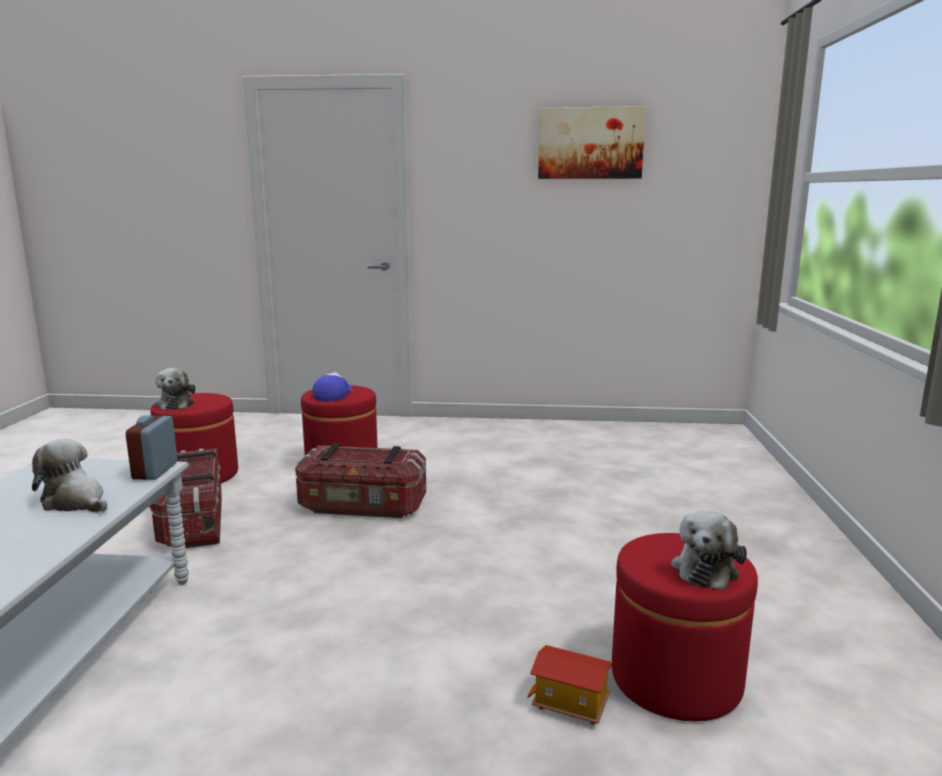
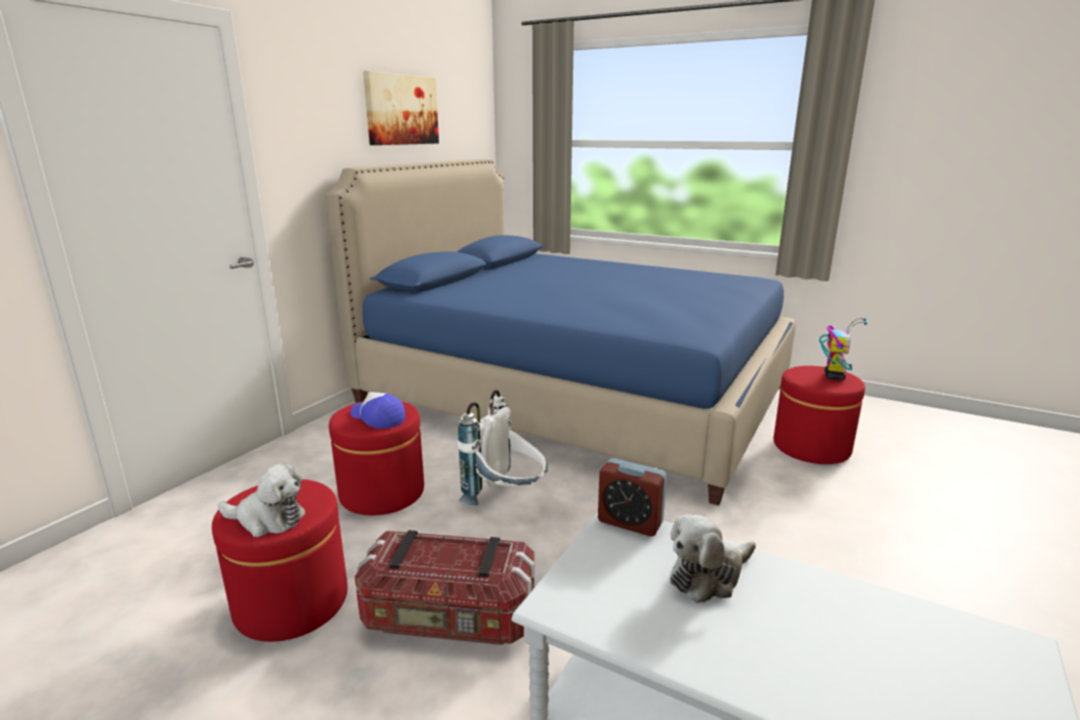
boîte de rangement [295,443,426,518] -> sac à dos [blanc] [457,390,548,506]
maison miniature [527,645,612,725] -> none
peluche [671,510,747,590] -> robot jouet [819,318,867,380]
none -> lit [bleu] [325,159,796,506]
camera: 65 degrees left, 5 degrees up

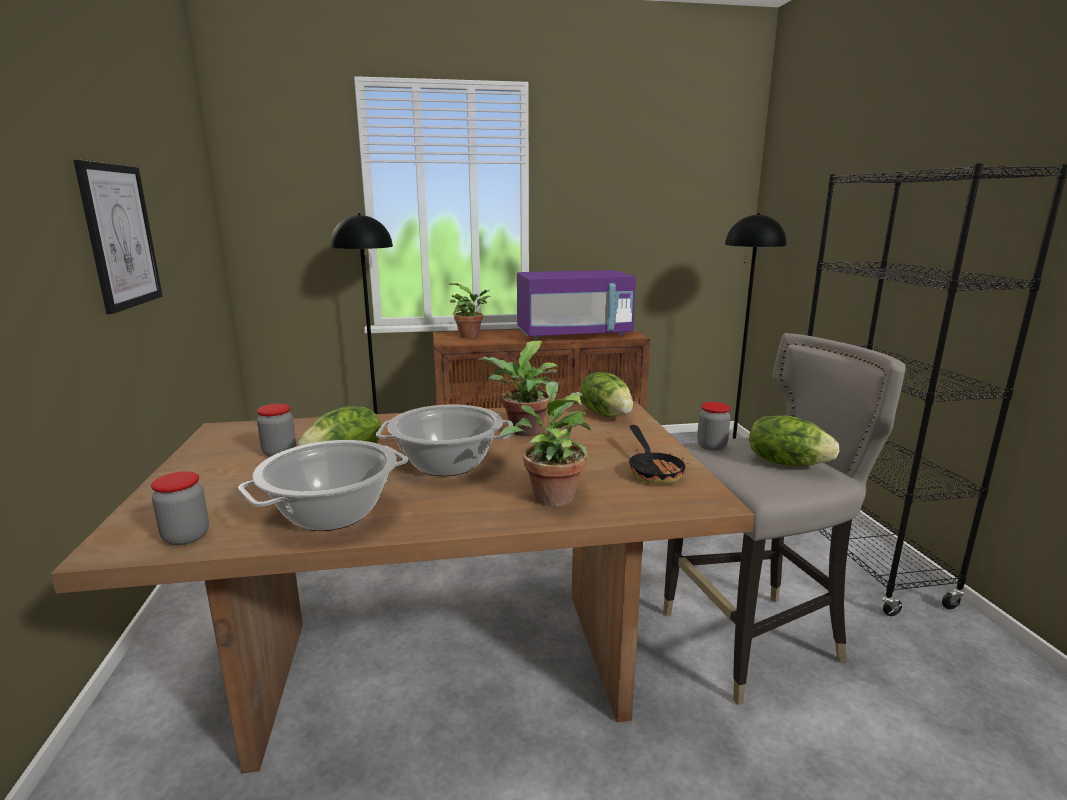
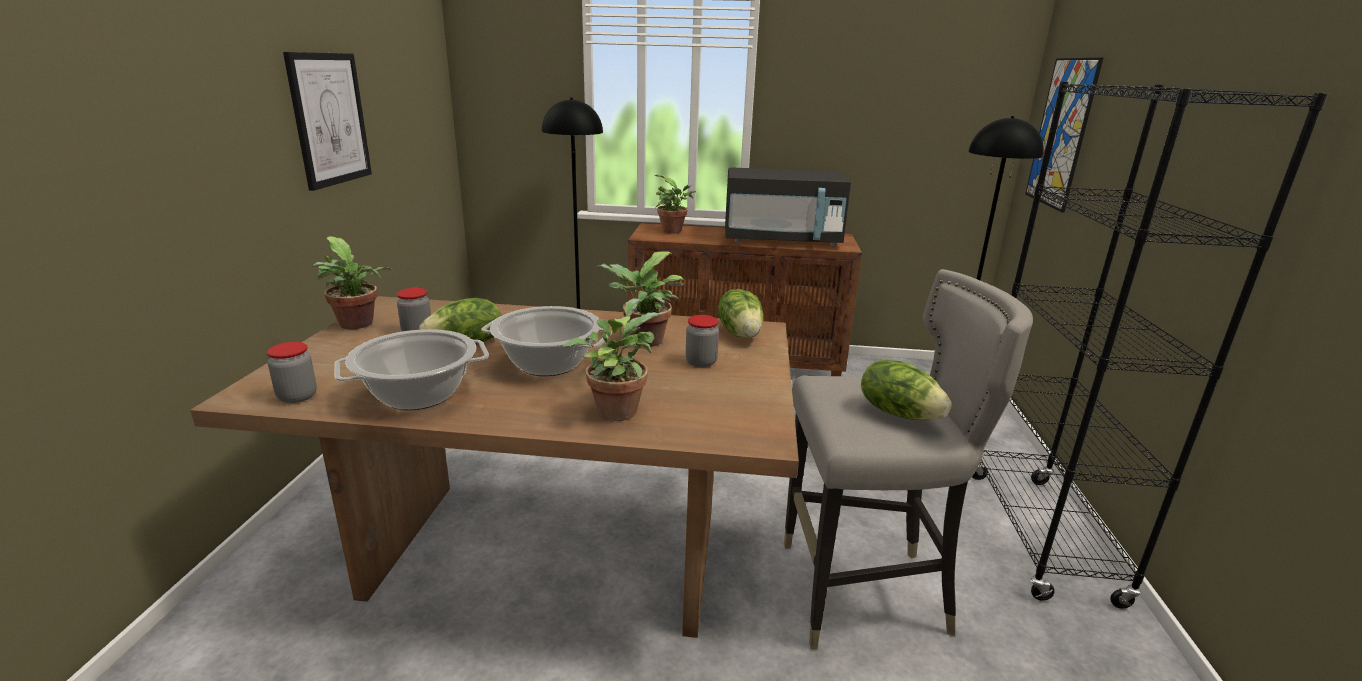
micro-ondes [violet] [517,270,636,340] -> micro-ondes [noir] [725,167,851,246]
poêle [627,425,689,484] -> none
bocal [697,402,731,451] -> bocal [686,315,719,368], moved
none -> plante en pot [313,236,393,329]
none -> tableau [1025,58,1103,212]
camera: 15 degrees right, 5 degrees up

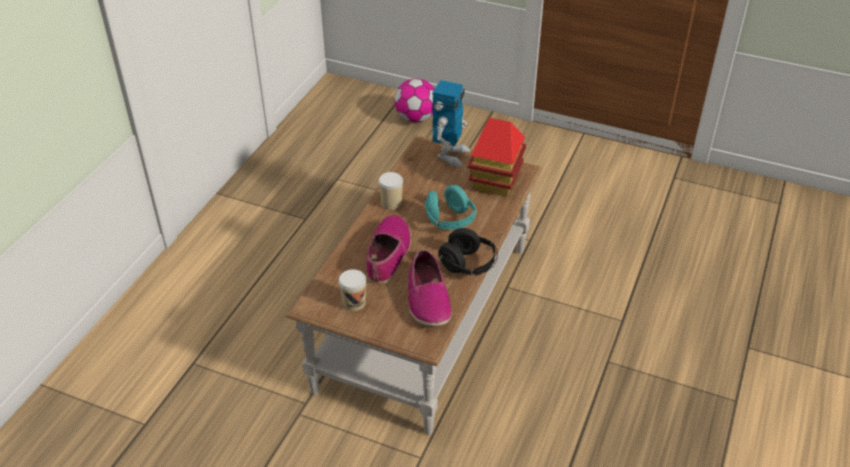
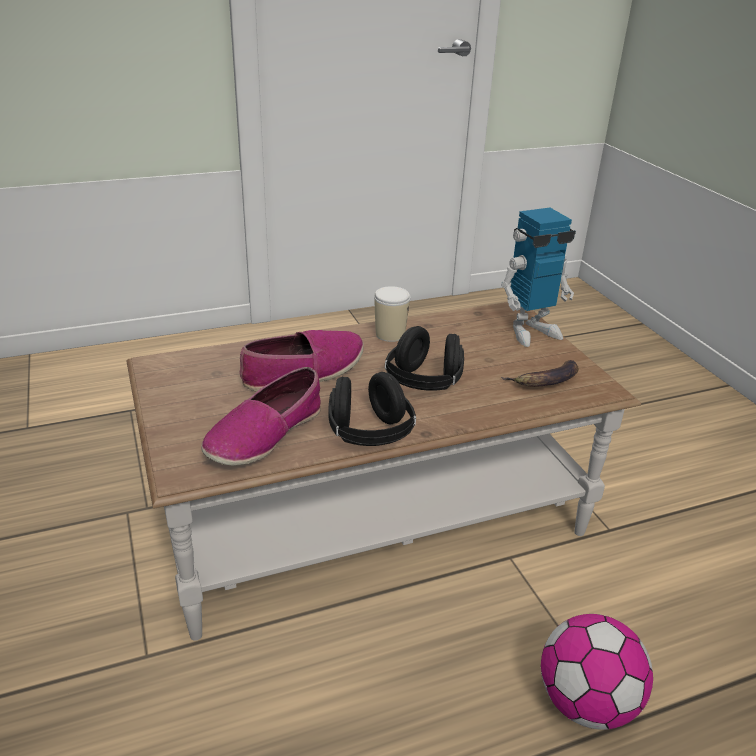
tasse [339,269,366,311] -> none
ballon de foot [394,79,434,122] -> ballon de foot [541,614,653,730], moved
casque audio [turquoise] [425,185,477,230] -> casque audio [noir] [385,326,464,391]
maison miniature [468,118,526,197] -> banane [501,360,579,387]
camera: 45 degrees right, 10 degrees down

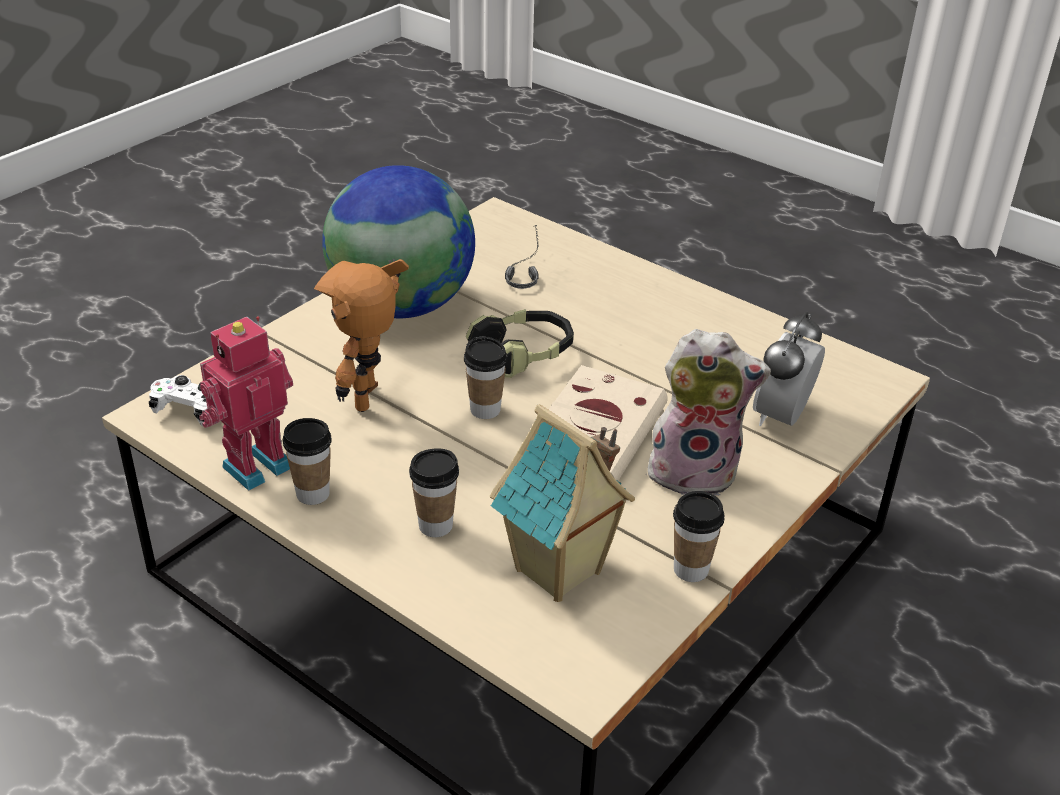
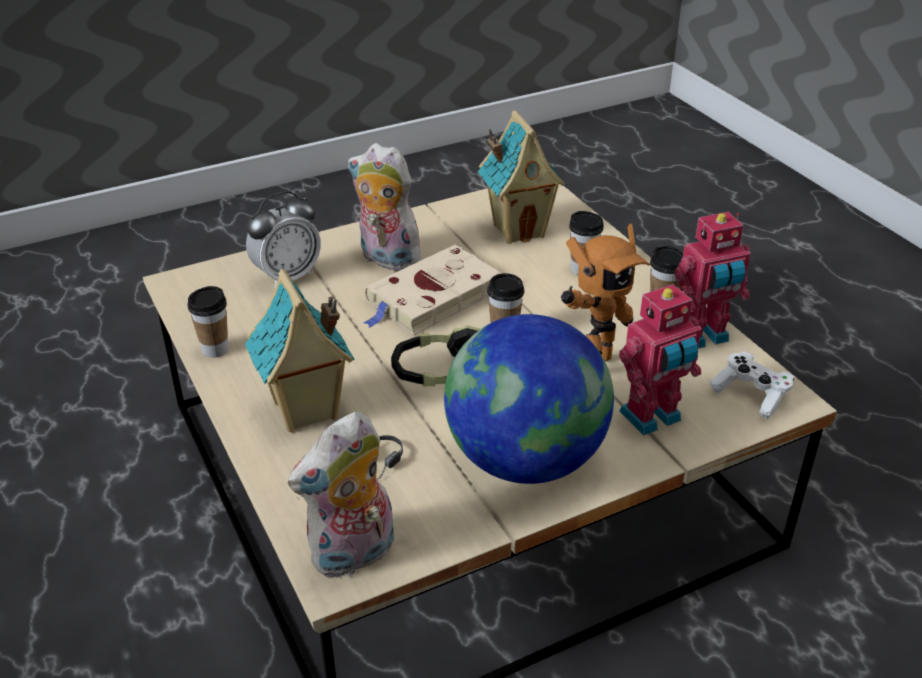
tasse [673,491,724,582] -> tasse [187,286,228,358], moved
none -> maison miniature [245,269,354,433]
none -> peluche [288,412,394,577]
none -> robot jouet [619,284,701,435]
camera: 155 degrees left, 0 degrees up

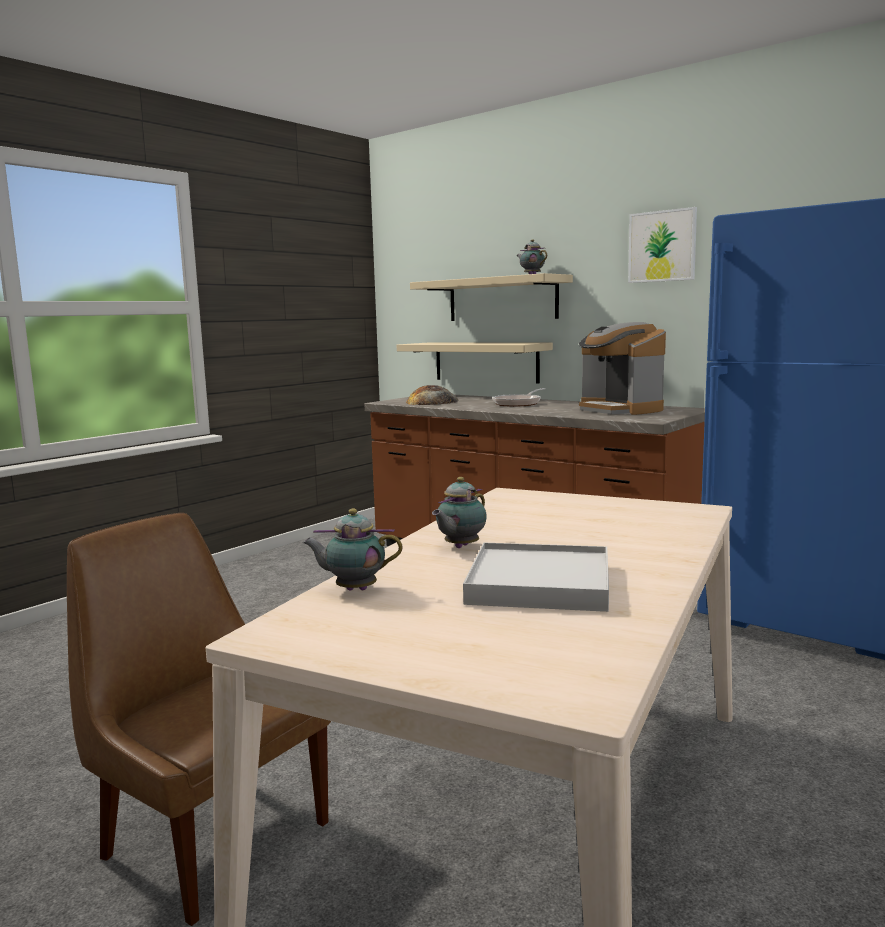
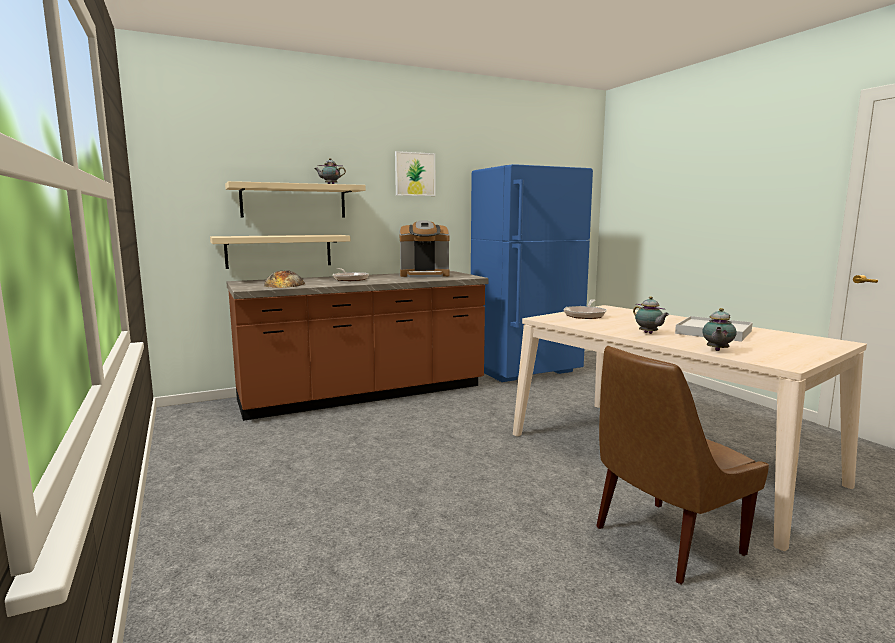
none -> poêle [563,299,607,319]
camera: 65 degrees left, 0 degrees up

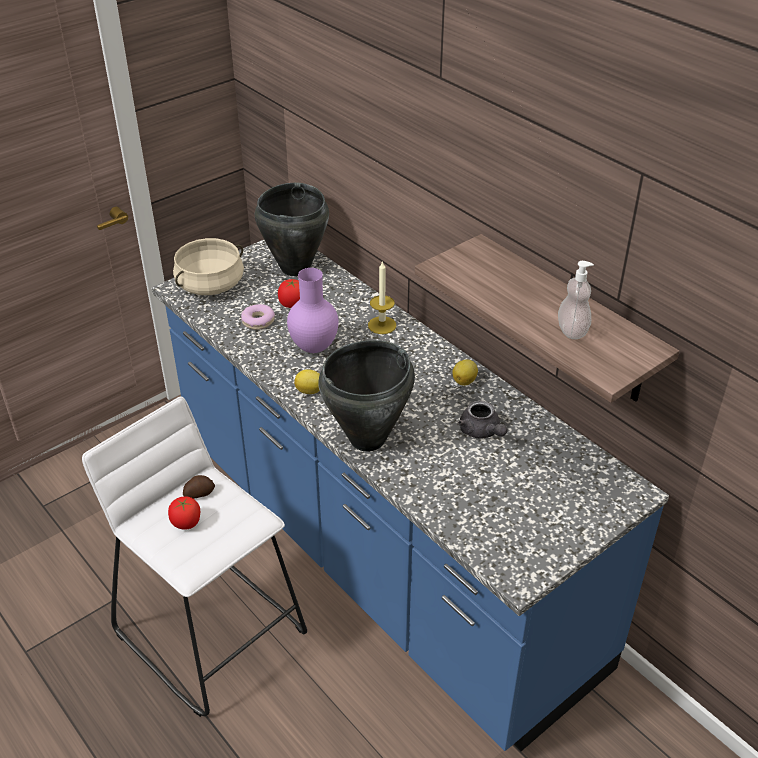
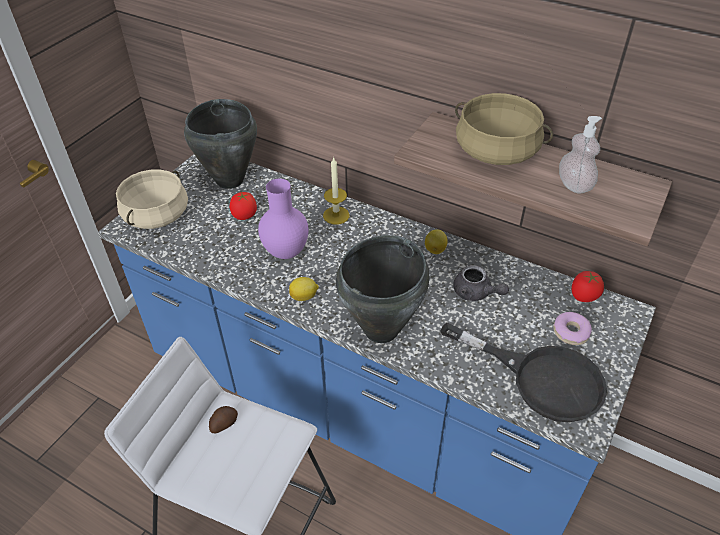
tomate [168,497,200,530] -> tomate [571,271,604,302], moved
beignet [241,304,275,330] -> beignet [553,312,592,345], moved
none -> poêle [noir] [440,322,607,422]
none -> marmite [beige] [455,93,553,165]
camera: 20 degrees left, 5 degrees up

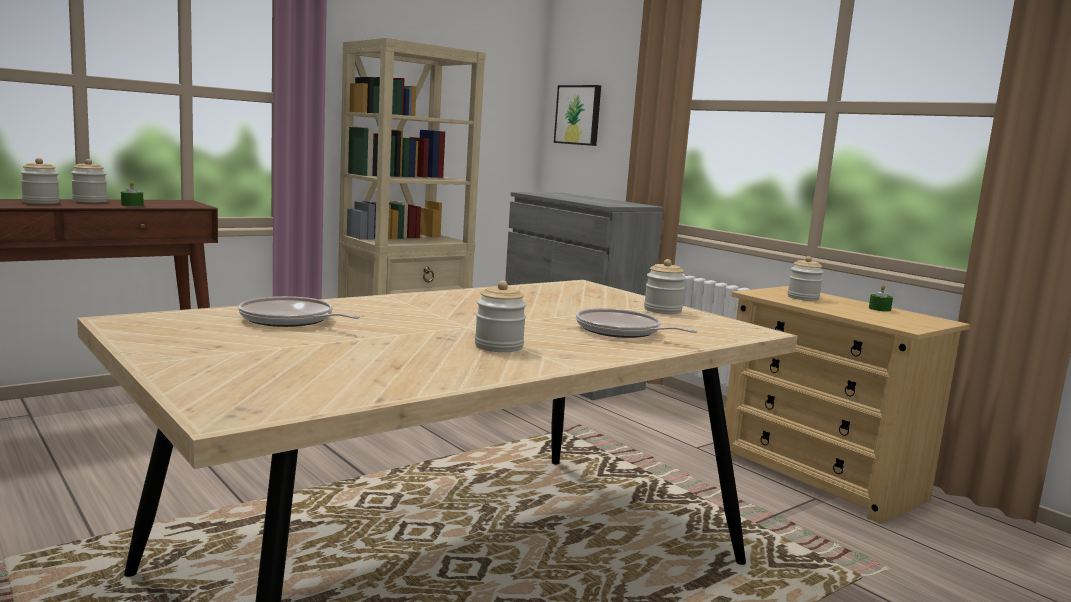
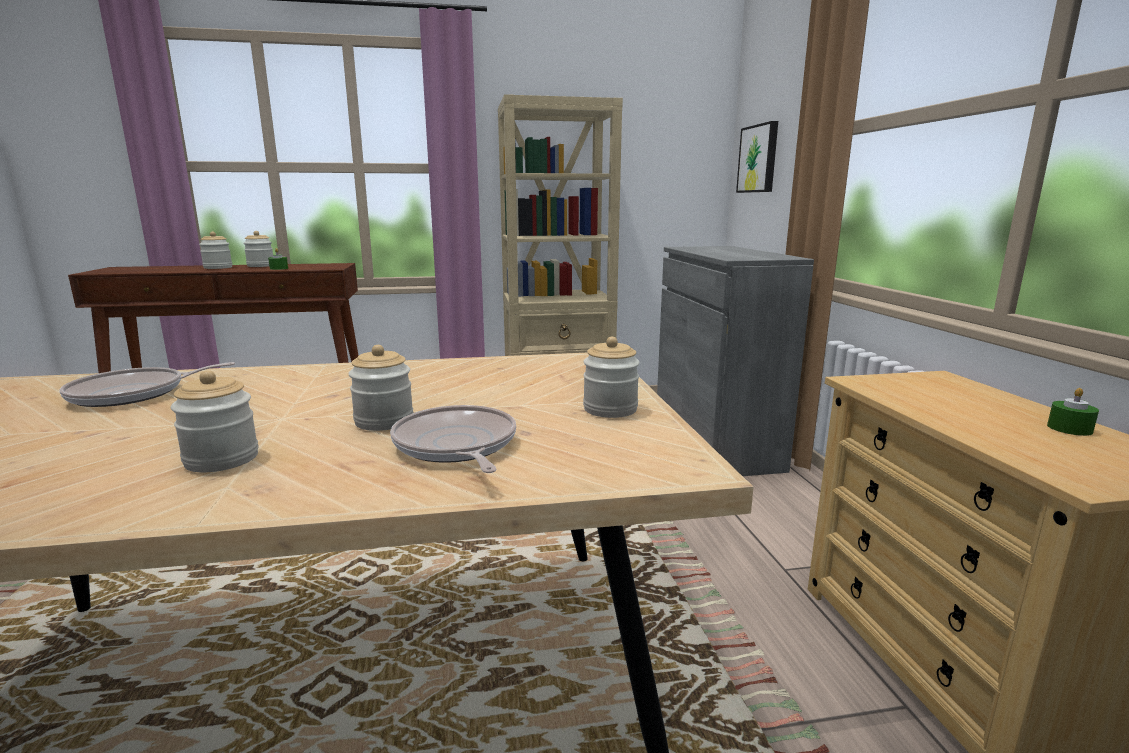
poêle [238,296,360,327] -> poêle [59,362,235,407], 90 degrees counterclockwise
bocal [788,256,823,301] -> bocal [349,345,414,431], moved
camera: 30 degrees right, 5 degrees up

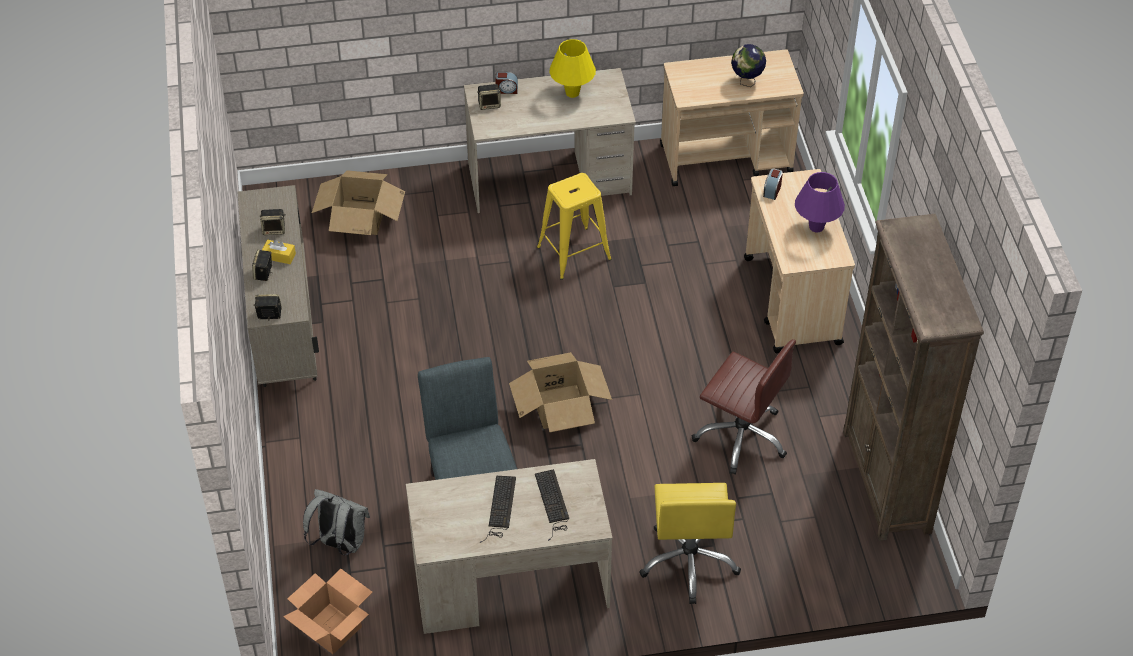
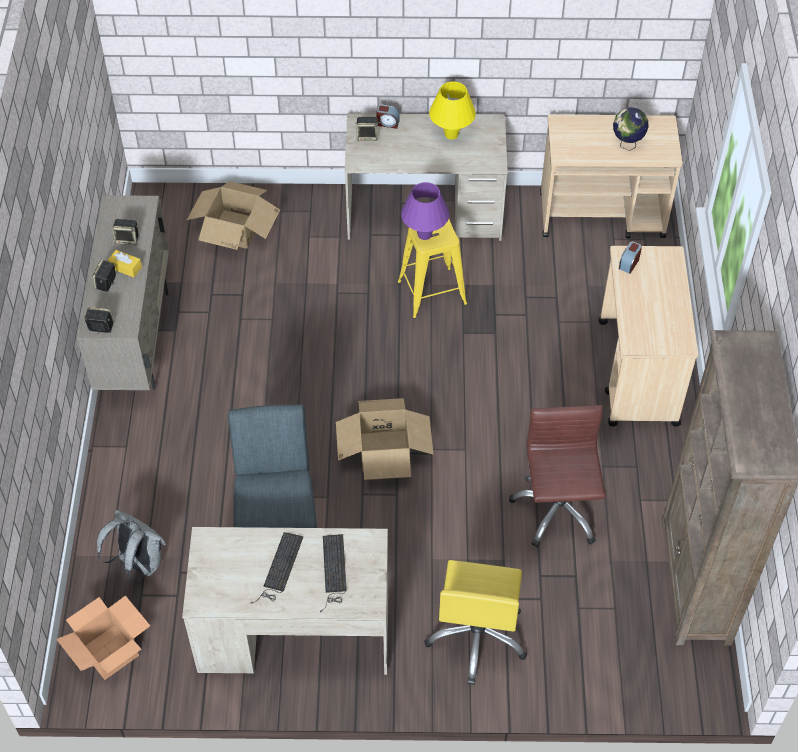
chaise de bureau [marron] [692,339,796,475] -> chaise de bureau [marron] [509,405,606,547], 135 degrees counterclockwise
lampe de table [violet] [795,172,845,233] -> lampe de table [violet] [401,182,449,240], moved
camera: 10 degrees right, 5 degrees up

